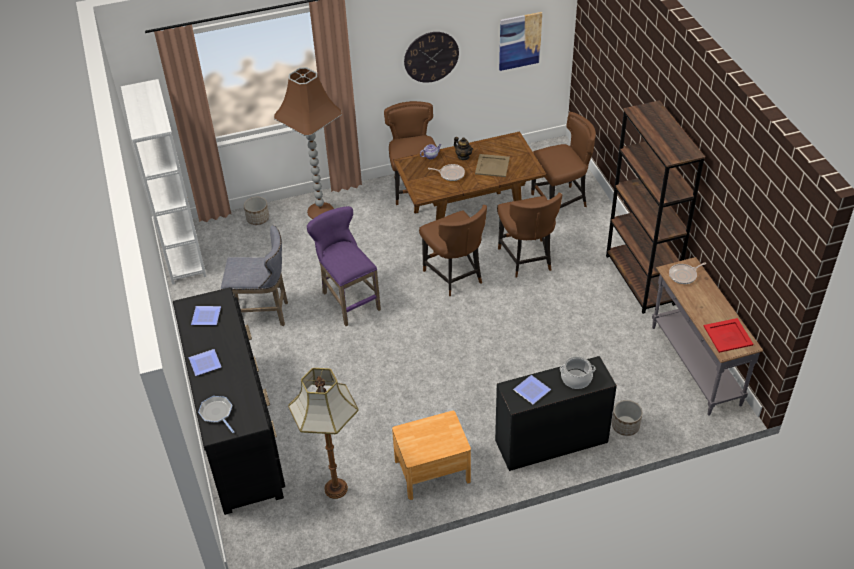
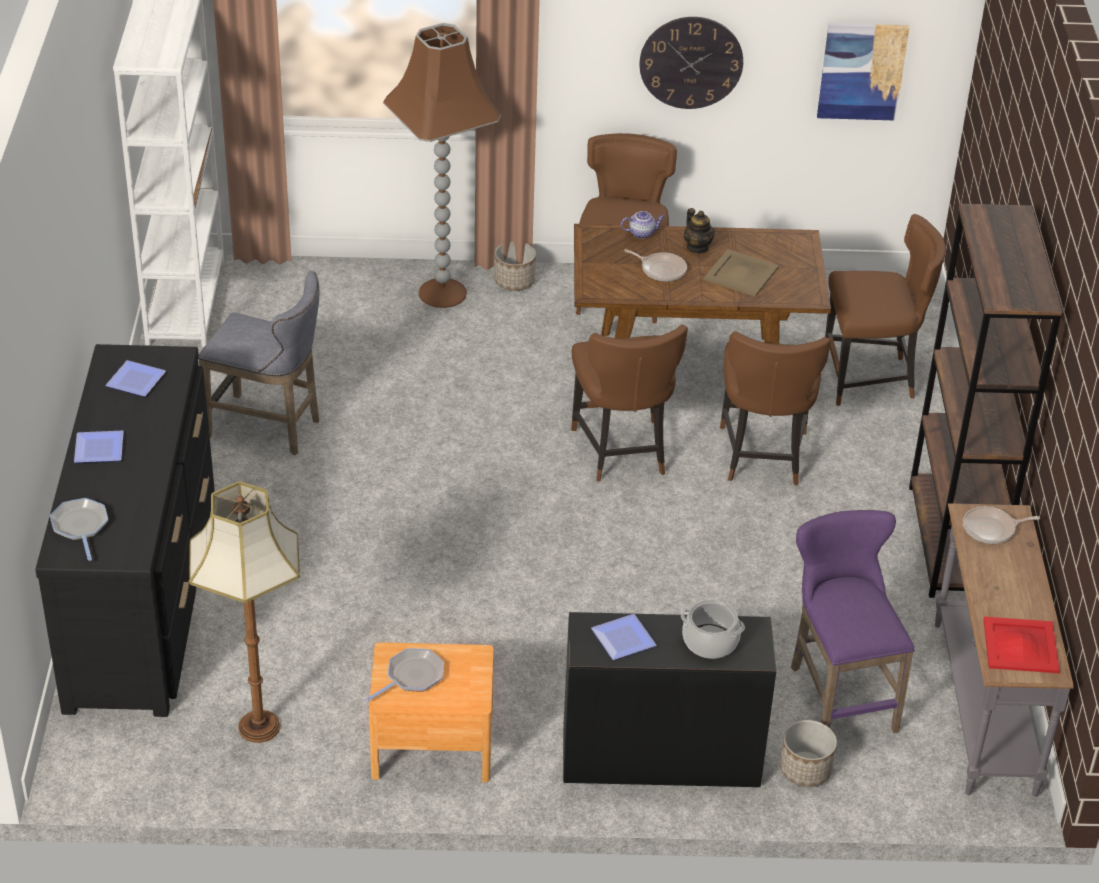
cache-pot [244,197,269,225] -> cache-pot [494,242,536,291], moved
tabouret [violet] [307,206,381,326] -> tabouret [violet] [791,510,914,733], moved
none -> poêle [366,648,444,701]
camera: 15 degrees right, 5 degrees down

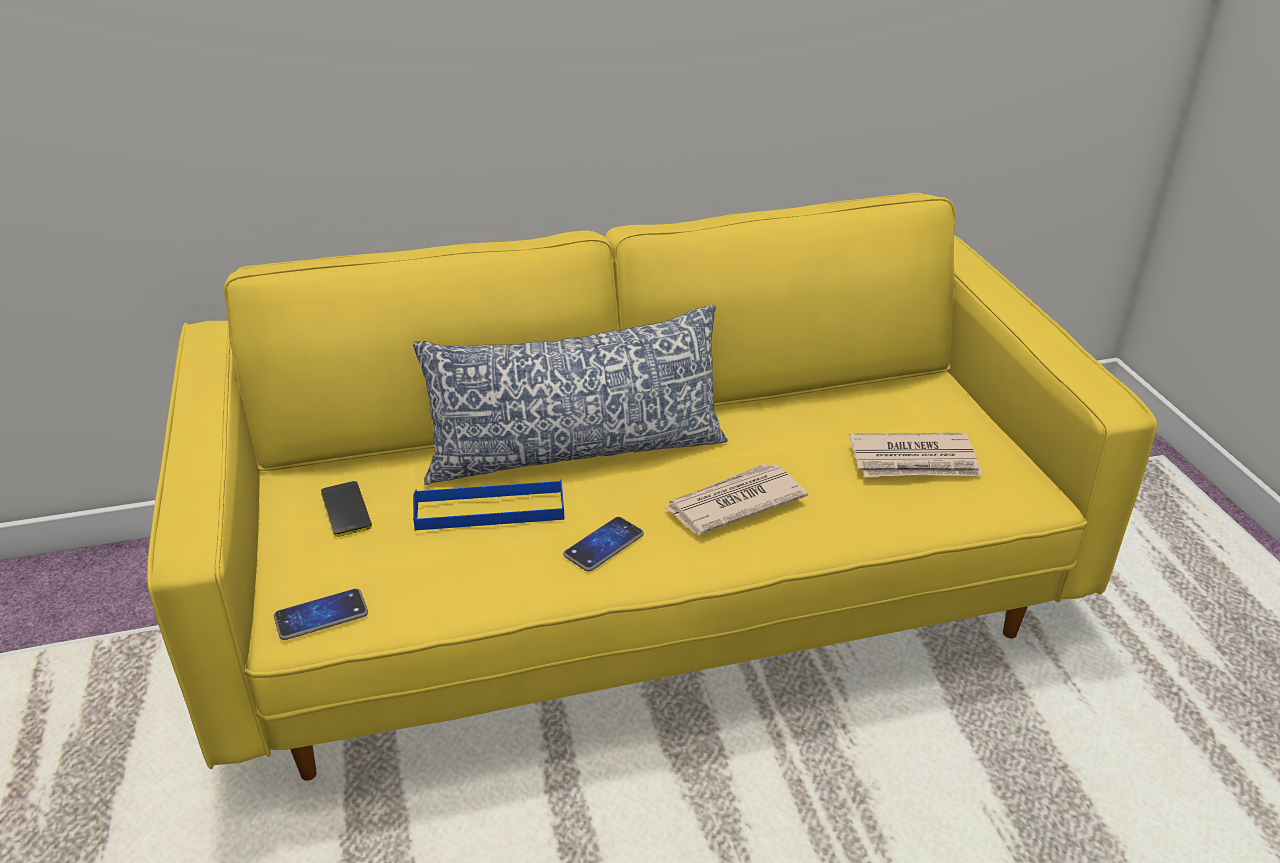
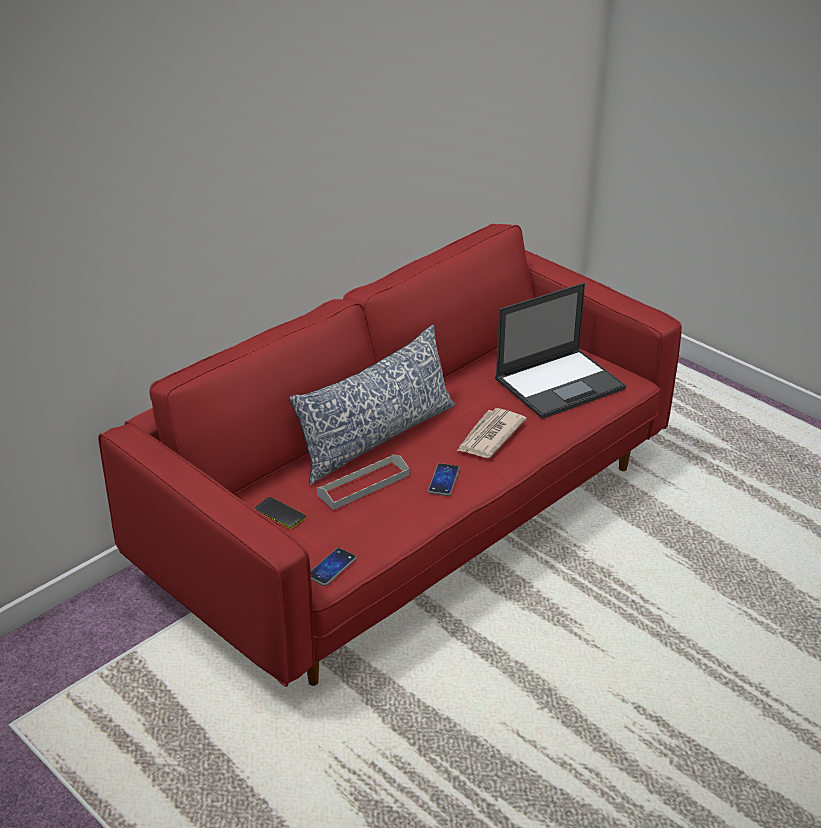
canapé [jaune] [147,193,1157,781] -> canapé [rouge] [98,224,682,687]
plateau [bleu] [413,479,565,530] -> plateau [gris] [317,454,409,510]
journal [849,433,983,477] -> ordinateur portable [495,283,626,419]
camera: 30 degrees left, 0 degrees up

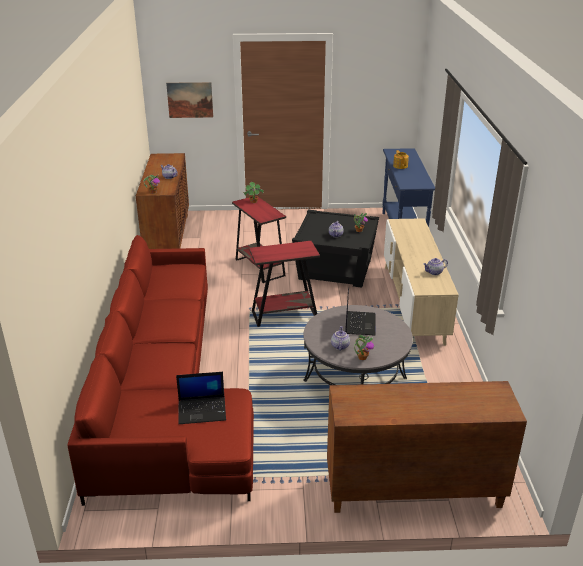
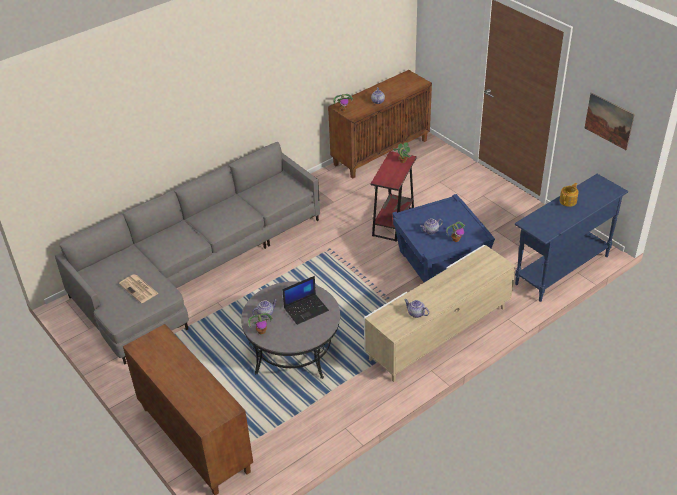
canapé [rouge] [67,235,254,506] -> canapé [gris] [55,142,320,364]
tableau [166,82,213,118] -> tableau [585,92,635,150], moved
ordinateur portable [176,372,226,424] -> journal [119,274,159,303]
table d'appoint [rouge] [249,241,320,327] -> none
table d'appoint [noir] [292,210,379,288] -> table d'appoint [bleu] [392,194,495,282]
camera: 55 degrees right, 10 degrees up

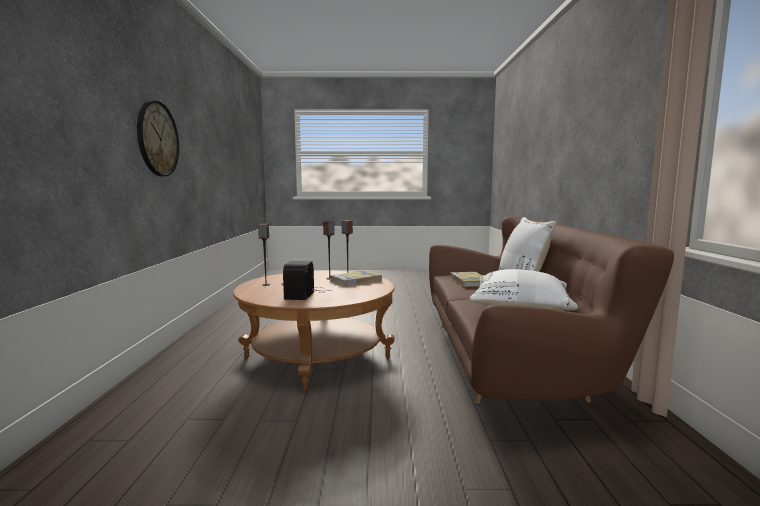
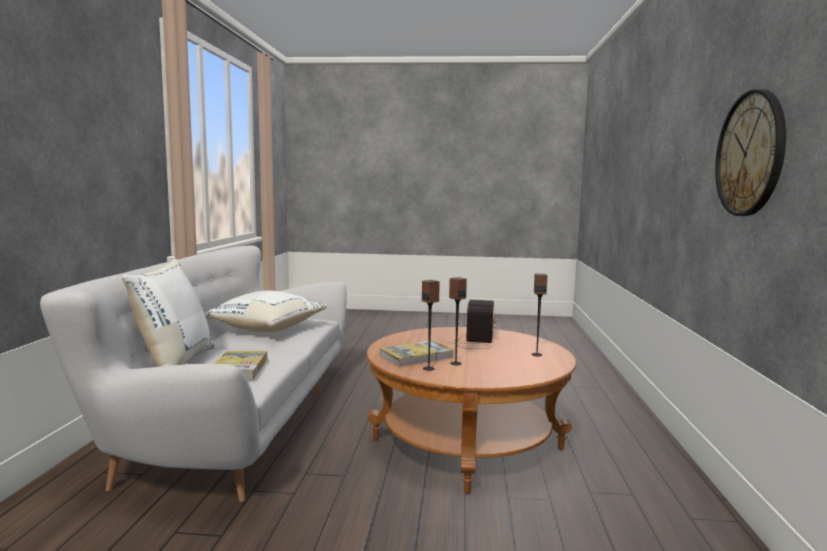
canapé [marron] [429,216,674,404] -> canapé [blanc] [40,246,347,502]
camera: 175 degrees left, 0 degrees up

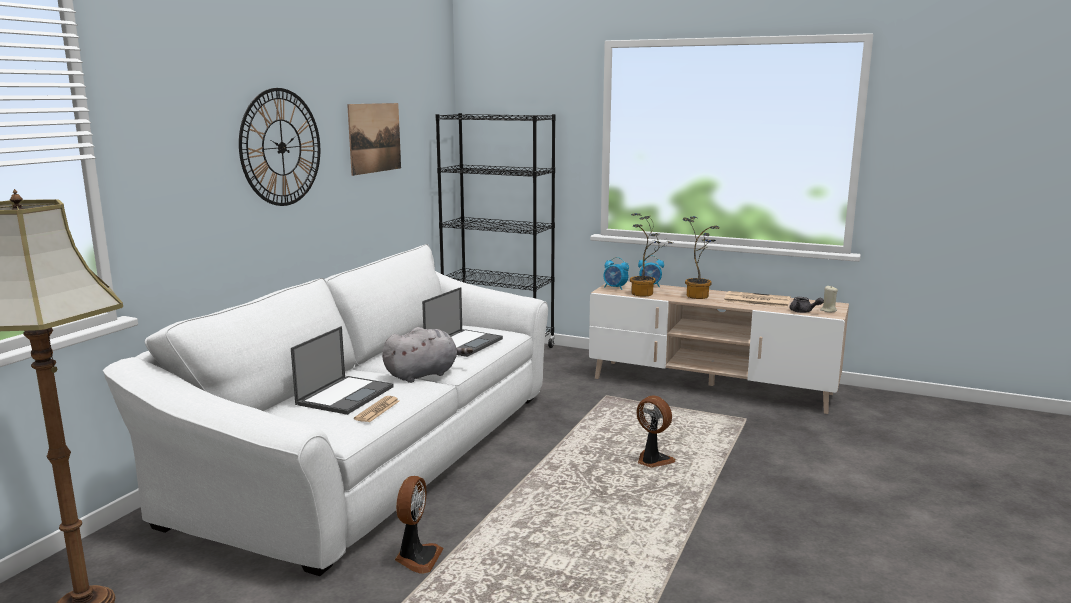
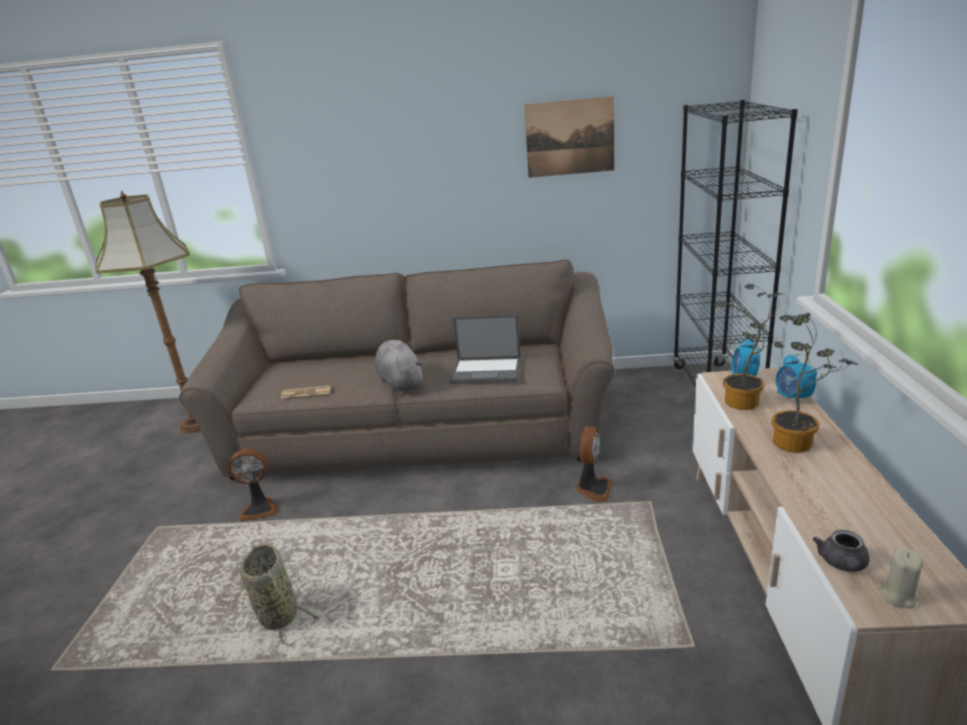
canapé [blanc] [103,244,548,576] -> canapé [marron] [179,260,615,480]
horloge murale [239,88,320,206] -> none
ordinateur portable [291,326,394,415] -> none
peluche [gris] [382,327,473,383] -> peluche [gris] [375,340,423,393], 150 degrees counterclockwise
ventilateur [637,395,675,468] -> ventilateur [576,426,612,502], moved
journal [724,291,791,307] -> none
none -> panier [239,543,319,645]
camera: 70 degrees right, 10 degrees up

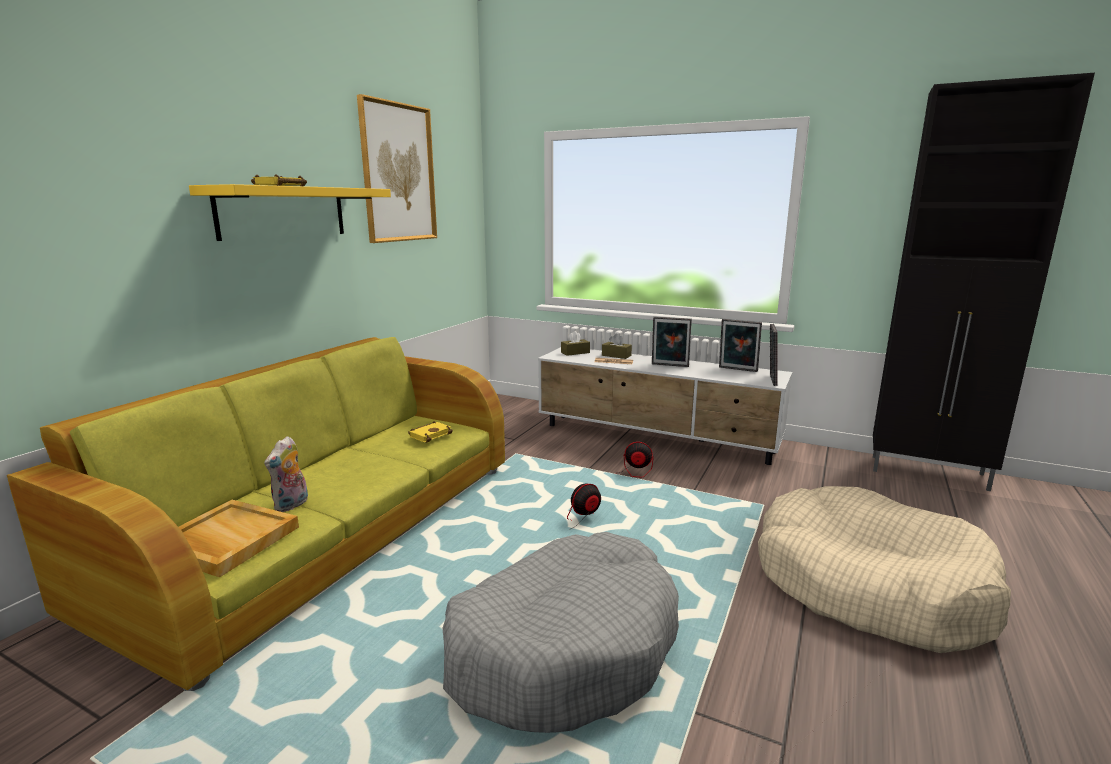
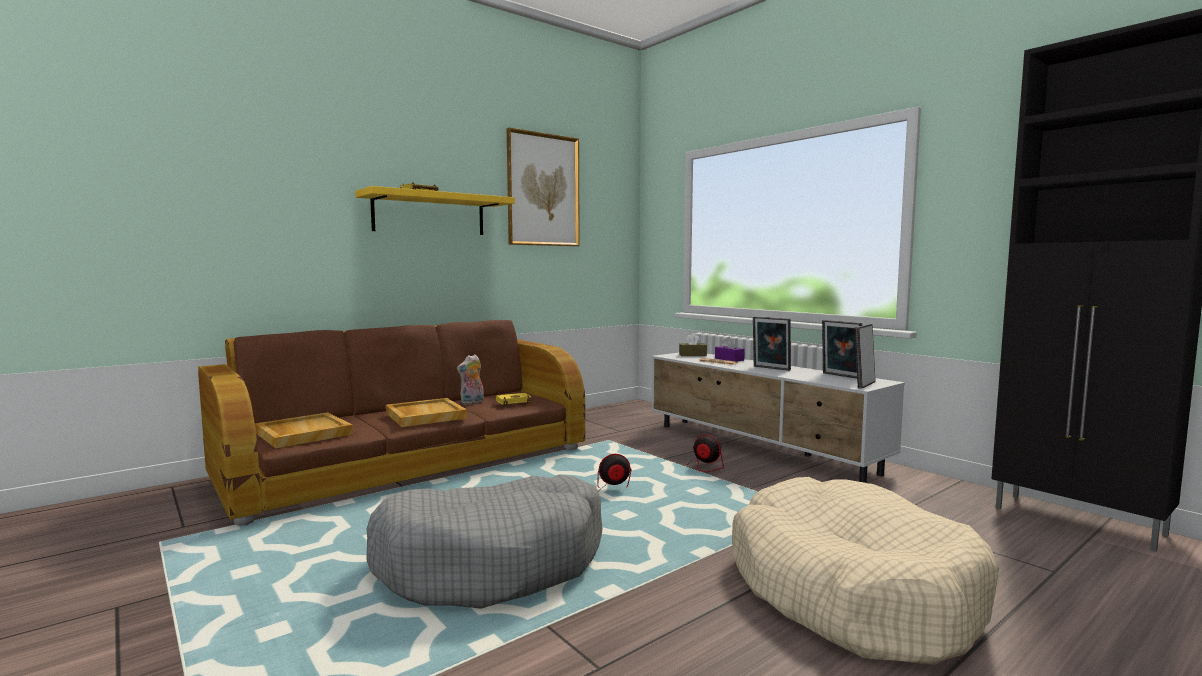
canapé [vert] [7,337,505,691] -> canapé [marron] [198,320,585,526]
peluche [264,436,308,512] -> peluche [457,354,484,405], moved
boîte à mouchoirs [marron] [602,334,632,359] -> boîte à mouchoirs [violet] [715,337,745,361]
none -> plateau [beige] [386,398,467,427]
camera: 25 degrees right, 10 degrees down

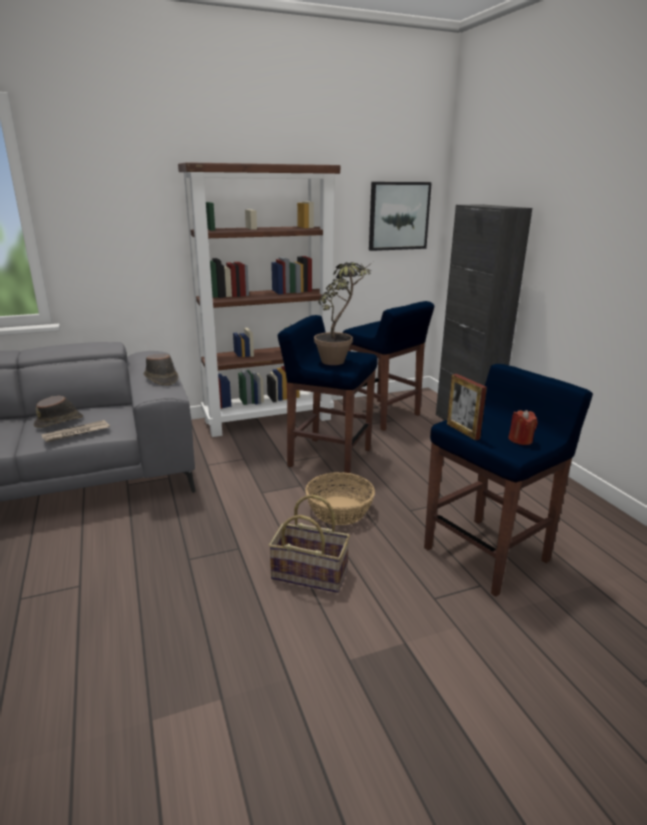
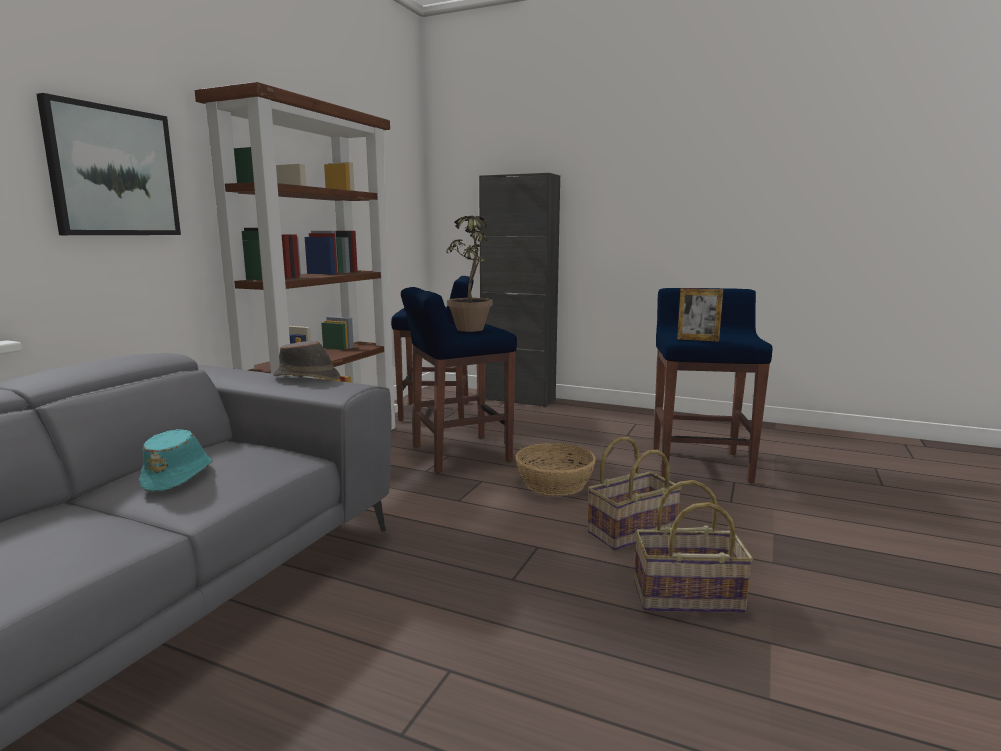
chapeau [marron] [34,396,83,428] -> chapeau [turquoise] [139,429,213,492]
journal [42,420,110,442] -> none
tableau [369,182,432,251] -> tableau [36,93,181,235], moved
bougie [rouge] [508,410,538,445] -> none
none -> panier [634,480,753,613]
camera: 45 degrees left, 10 degrees down

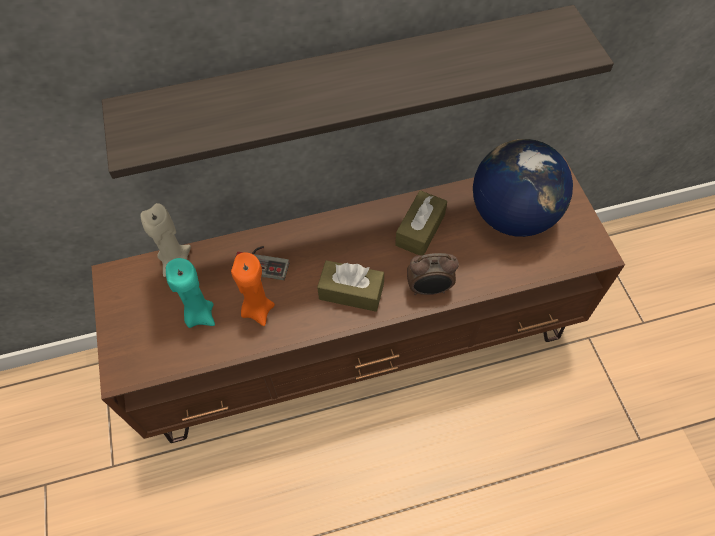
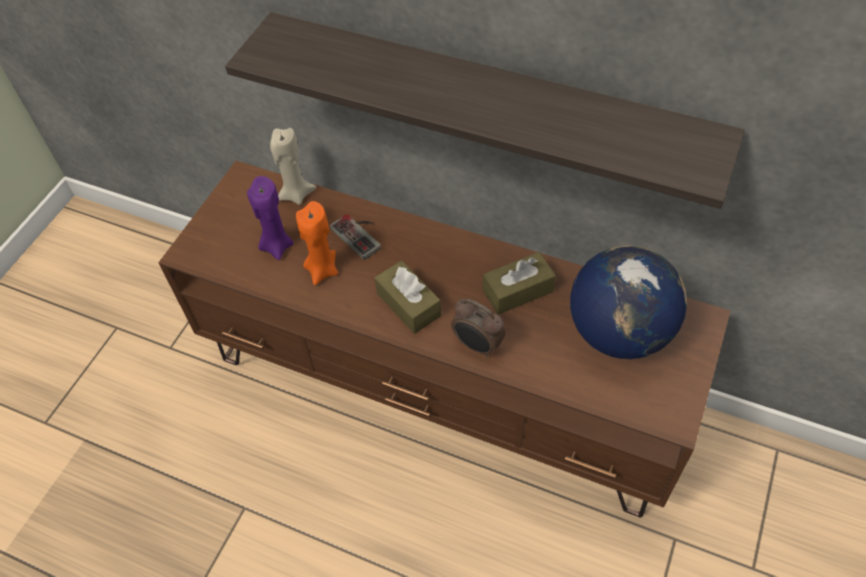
bougie [turquoise] [166,258,215,328] -> bougie [violet] [247,176,294,260]
camera: 40 degrees right, 5 degrees down

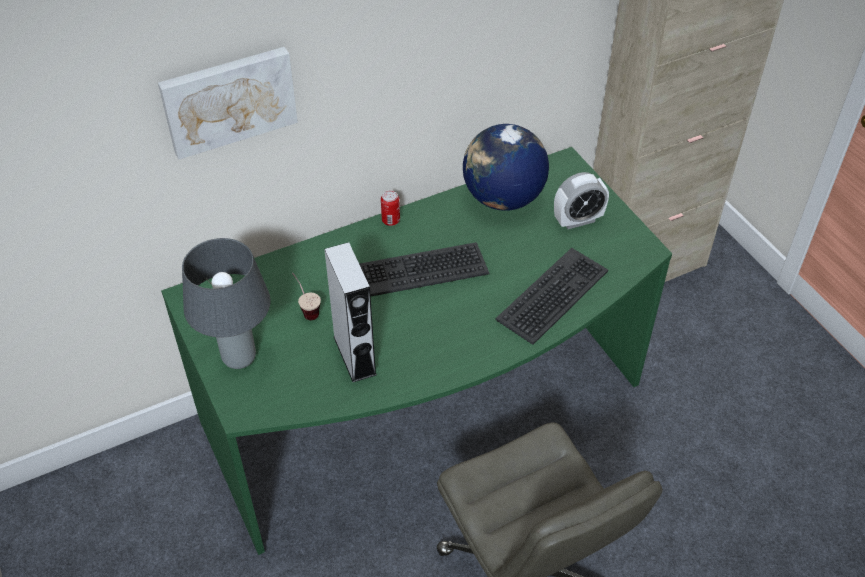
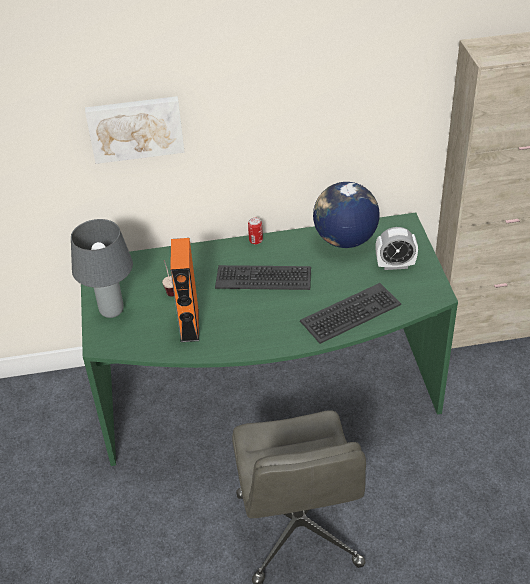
enceinte [gris] [324,242,377,382] -> enceinte [orange] [170,238,199,342]
camera: 20 degrees right, 5 degrees down

